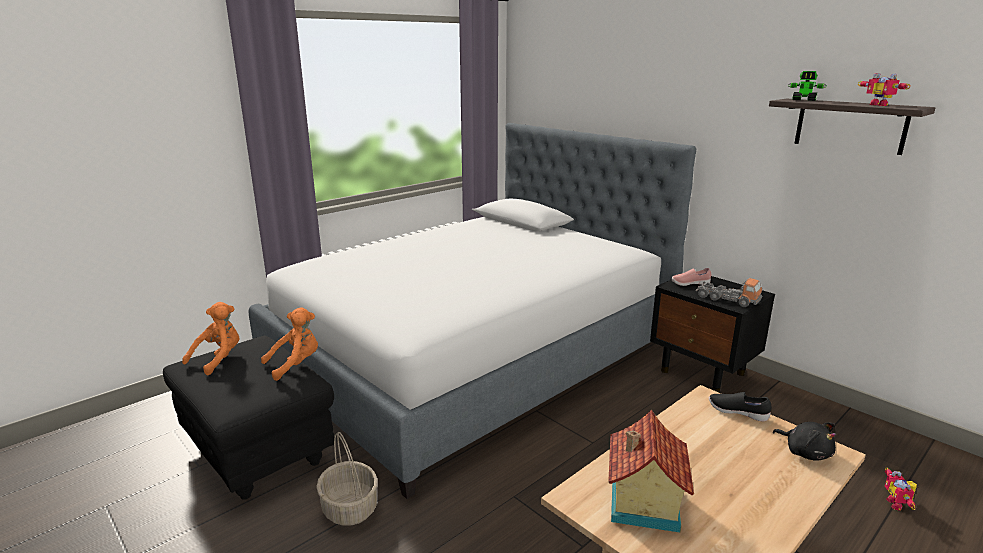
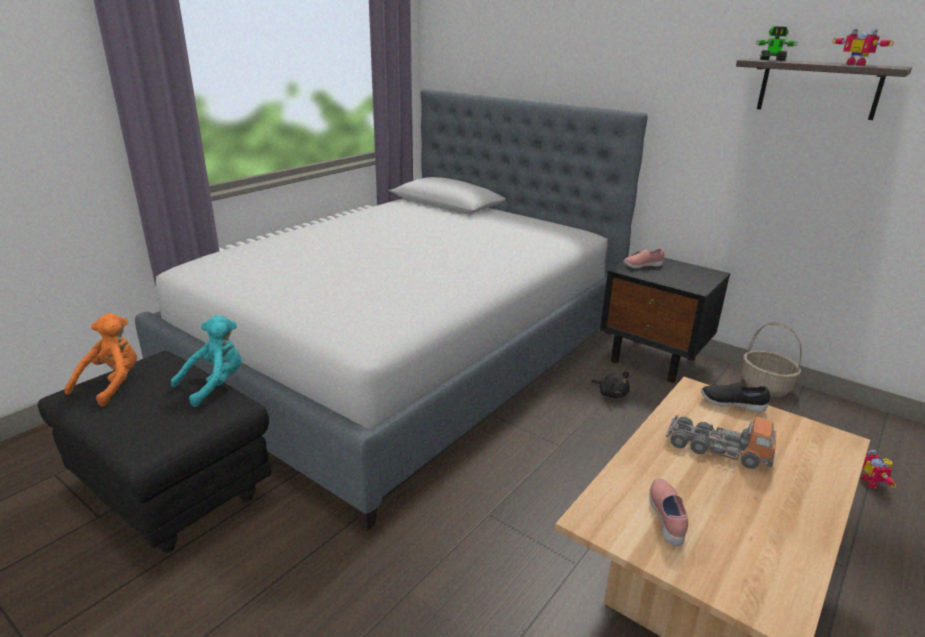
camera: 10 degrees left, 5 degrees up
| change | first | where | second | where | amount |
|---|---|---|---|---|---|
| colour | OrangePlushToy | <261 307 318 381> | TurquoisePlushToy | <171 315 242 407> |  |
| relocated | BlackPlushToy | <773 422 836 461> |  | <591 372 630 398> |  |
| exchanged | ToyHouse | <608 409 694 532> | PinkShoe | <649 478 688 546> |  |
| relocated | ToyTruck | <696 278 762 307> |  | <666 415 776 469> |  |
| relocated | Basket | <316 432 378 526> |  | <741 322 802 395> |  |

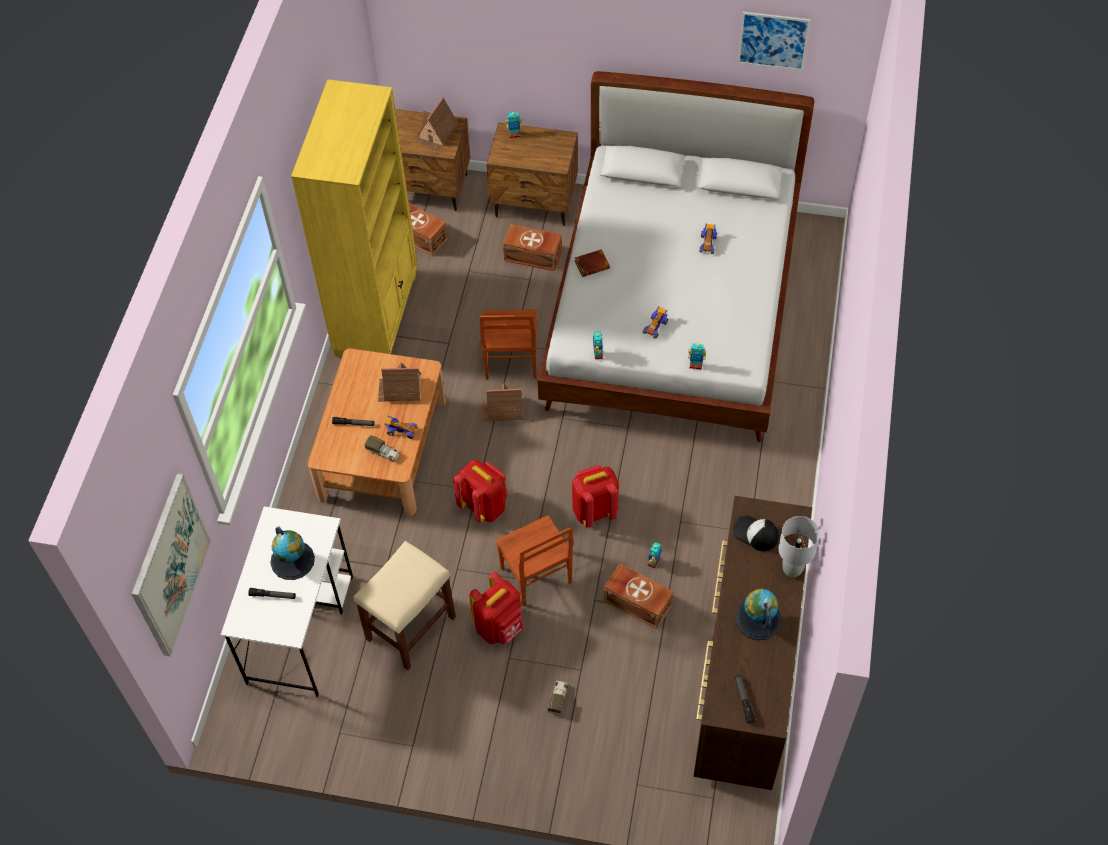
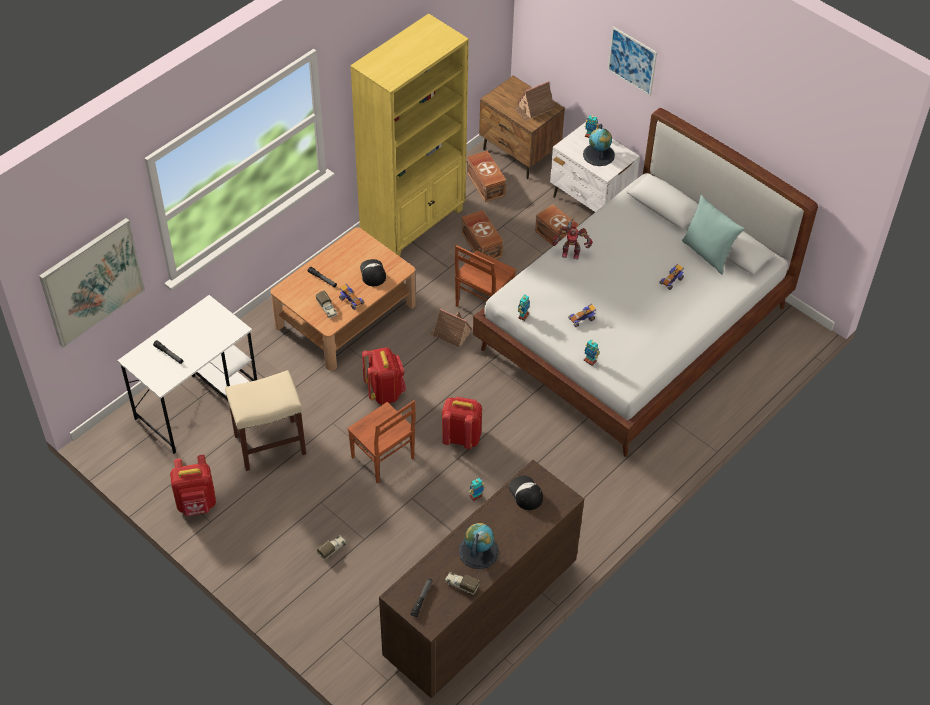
camera: 30 degrees right, 5 degrees down
| change | first | where | second | where | amount |
|---|---|---|---|---|---|
| relocated | RedBackpack | <469 572 524 644> |  | <170 455 216 516> |  |
| spun | BrownChair | <496 515 573 606> |  | <347 400 416 484> | 45 degrees counterclockwise |
| exchanged | ToyHouse | <378 362 421 402> | Cap | <360 259 386 286> |  |
| appeared |  |  | ToyTruck | <445 572 479 595> |  |
| relocated | BrownStorageBox | <604 563 674 629> |  | <461 210 503 259> |  |
| colour | BrownNightstand | <486 122 578 226> | WhiteNightstand | <550 122 640 212> |  |
| exchanged | BrownBook | <574 249 610 277> | ToyRobot | <552 217 593 259> |  |
| relocated | Globe | <270 526 315 580> |  | <583 124 615 166> |  |
| relocated | Picture | <737 12 811 71> |  | <607 26 657 96> |  |
| appeared |  |  | TurquoisePillow | <682 195 744 275> |  |
| missing | GreyTableLamp | <778 516 820 577> |  |  |  |

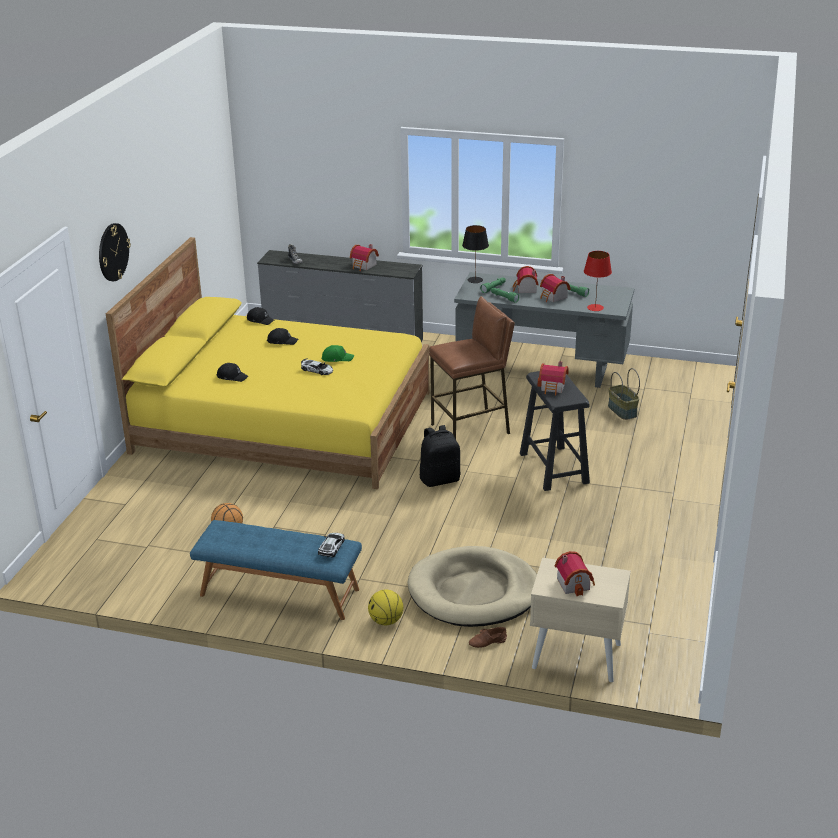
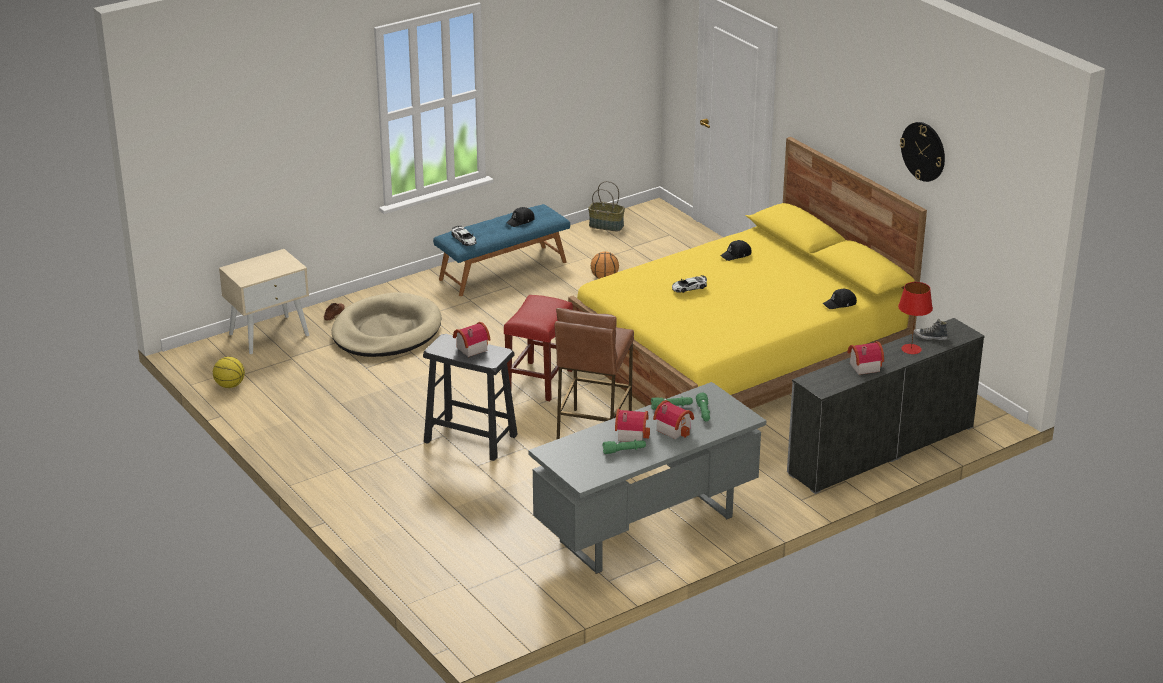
camera: 130 degrees right, 0 degrees up
| change | first | where | second | where | amount |
|---|---|---|---|---|---|
| relocated | Basketball | <368 589 404 625> |  | <213 357 245 388> |  |
| exchanged | BlackBackpack | <420 425 460 487> | RedStool | <504 295 573 401> |  |
| relocated | BlackCap | <267 328 298 345> |  | <506 207 535 227> |  |
| relocated | Basket | <608 368 640 420> |  | <588 181 625 231> |  |
| relocated | RedTableLamp | <584 251 612 311> |  | <898 282 933 354> |  |
| relocated | WallClock | <99 223 131 281> |  | <900 122 945 182> |  |
| missing | GreenCap | <322 345 354 362> |  |  |  |
| missing | BlackTableLamp | <462 225 489 283> |  |  |  |
| missing | ToyHouse | <555 551 595 596> |  |  |  |

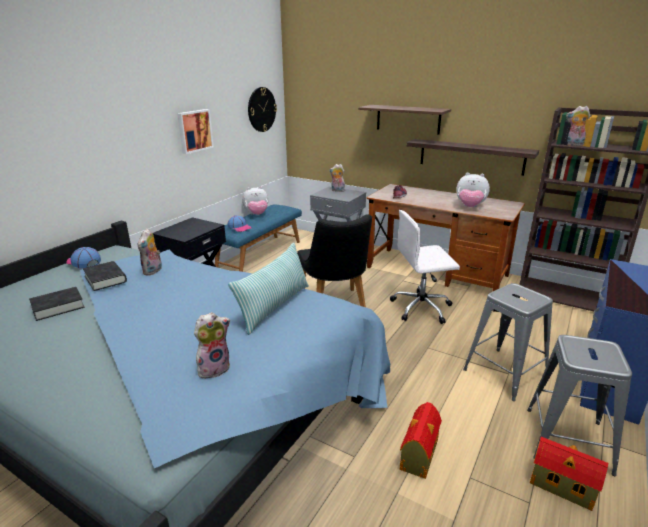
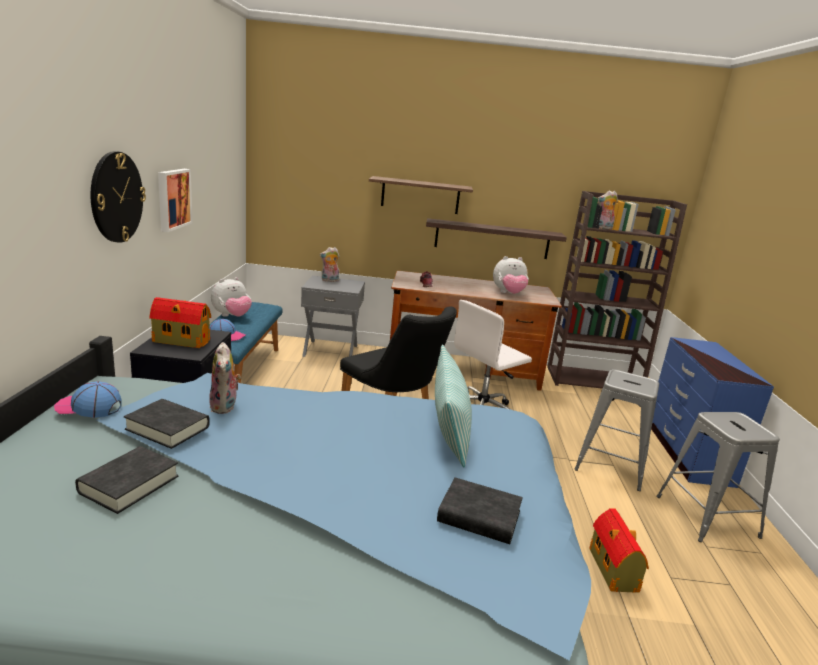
camera: 30 degrees left, 5 degrees down
| change | first | where | second | where | amount |
|---|---|---|---|---|---|
| relocated | WallClock | <248 87 277 132> |  | <91 151 146 243> |  |
| relocated | ToyHouse | <530 437 608 511> |  | <149 297 211 348> |  |
| exchanged | PlushToy | <194 312 230 378> | BlackBook | <437 477 523 544> |  |

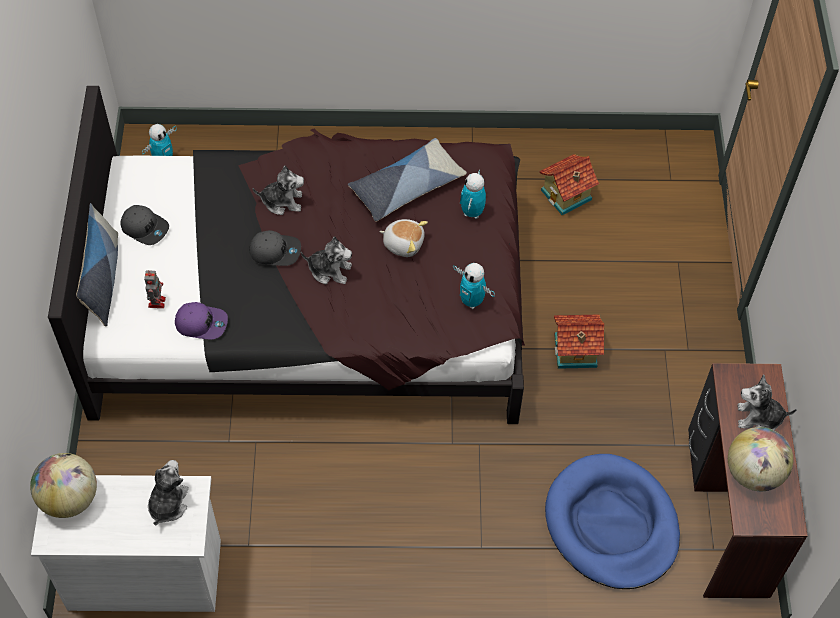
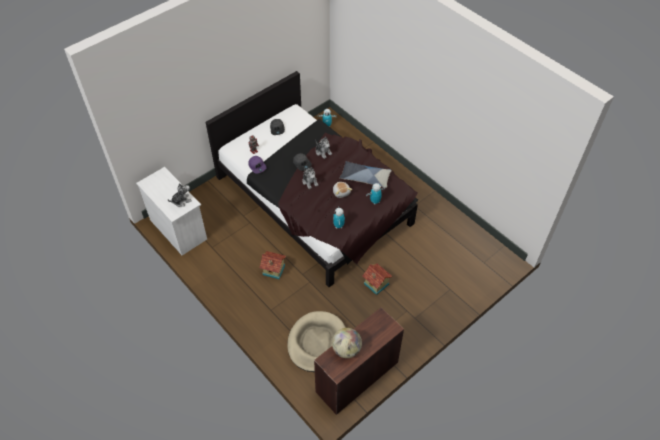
camera: 50 degrees right, 5 degrees down
| change | first | where | second | where | amount |
|---|---|---|---|---|---|
| relocated | ToyHouse | <539 154 599 215> |  | <260 251 286 279> |  |
| colour | BlueDogBed | <545 454 680 589> | BeigeDogBed | <287 311 346 372> |  |
| missing | Globe | <30 453 97 518> |  |  |  |
| missing | Pillow | <76 203 118 327> |  |  |  |
| missing | PlushToy | <737 374 797 430> |  |  |  |

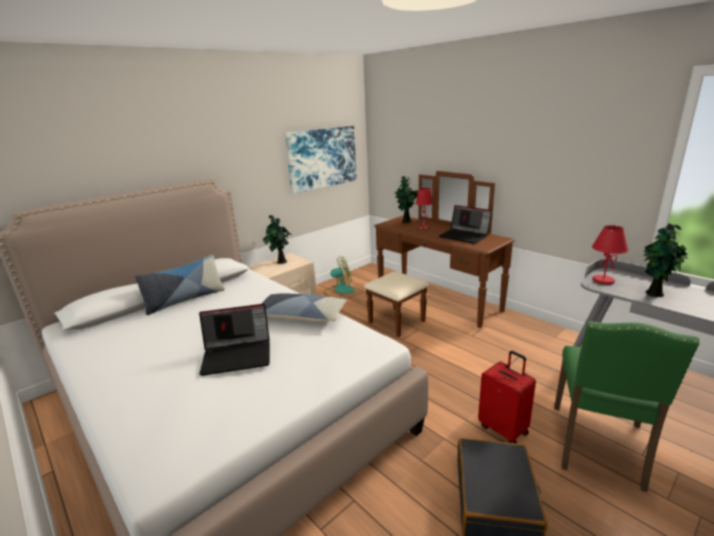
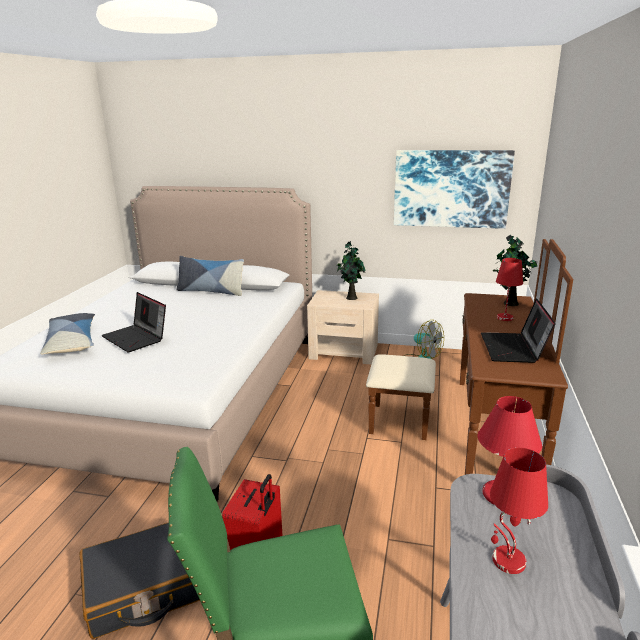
camera: 55 degrees right, 0 degrees up
| change | first | where | second | where | amount |
|---|---|---|---|---|---|
| relocated | Pillow | <262 293 347 321> |  | <40 313 95 354> |  |
| exchanged | PottedPlant | <643 223 689 297> | RedTableLamp | <490 448 548 574> |  |

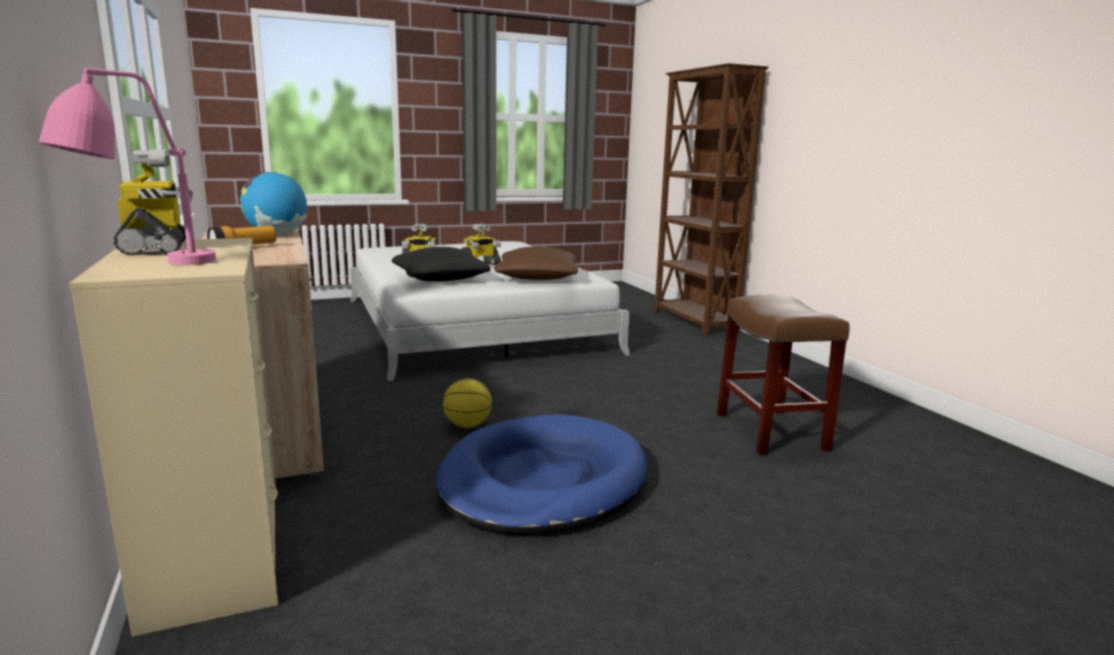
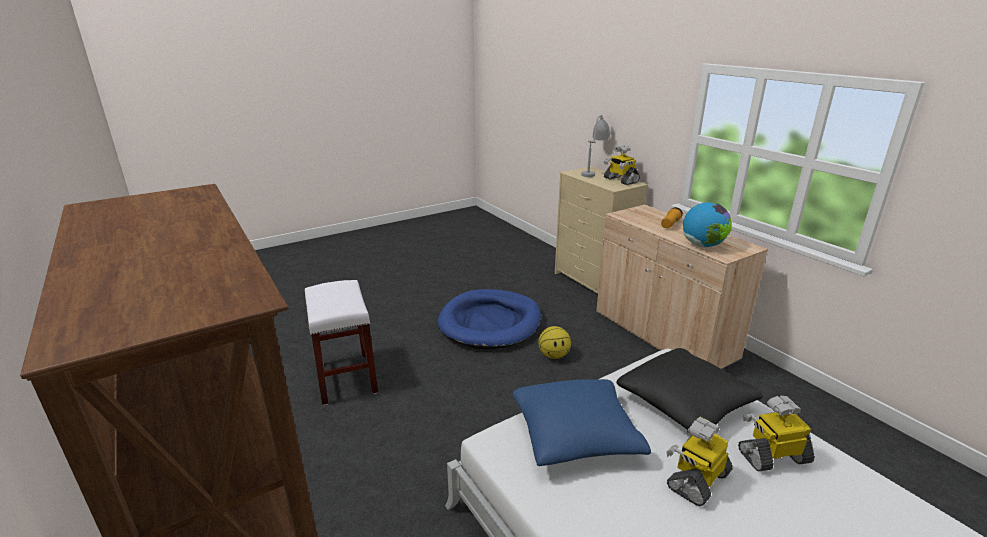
camera: 170 degrees right, 10 degrees up
| change | first | where | second | where | amount |
|---|---|---|---|---|---|
| colour | BrownStool | <717 295 850 456> | WhiteStool | <305 280 378 406> |  |
| colour | BrownPillow | <494 246 578 280> | BluePillow | <513 379 651 466> |  |
| colour | PinkTableLamp | <39 67 216 265> | GreyTableLamp | <581 115 610 177> |  |

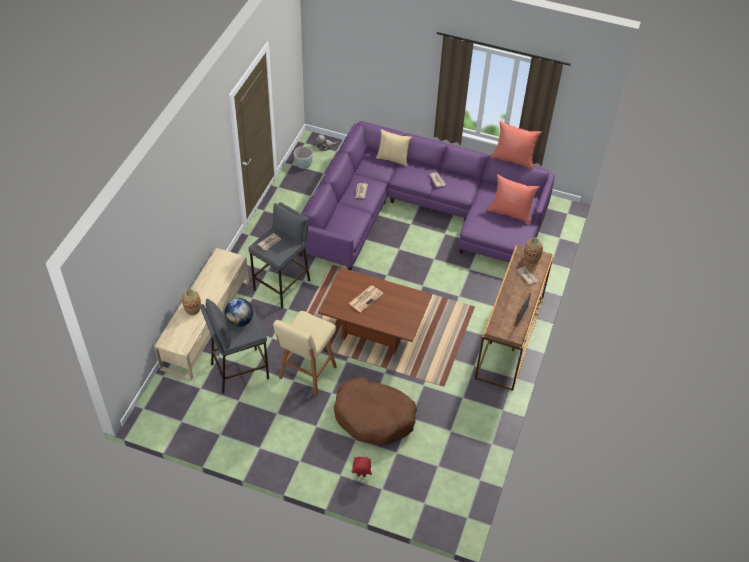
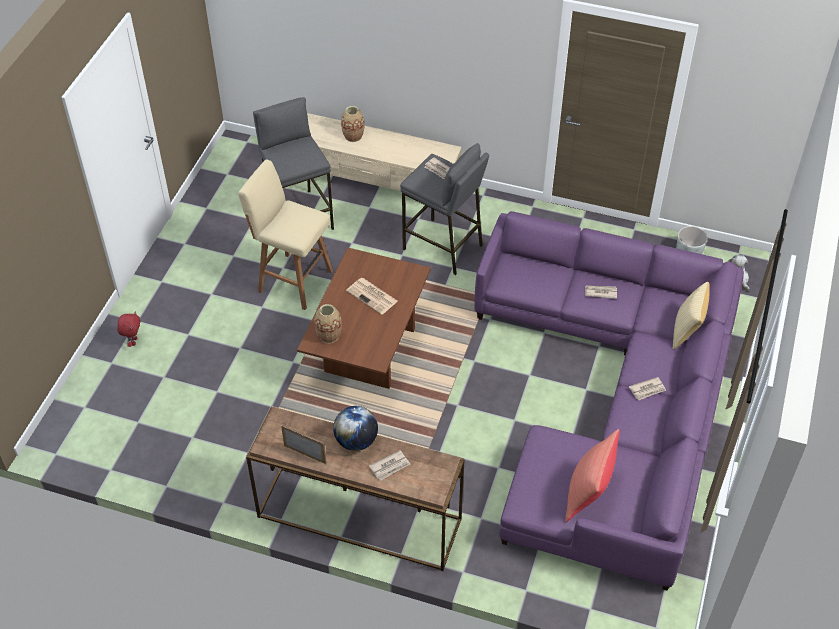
camera: 90 degrees right, 0 degrees up
| change | first | where | second | where | amount |
|---|---|---|---|---|---|
| relocated | Vase | <524 238 543 265> |  | <314 304 342 343> |  |
| relocated | Globe | <225 298 253 327> |  | <333 406 378 451> |  |
| missing | BrownDogBed | <334 377 417 445> |  |  |  |
| missing | RedPillow | <490 121 542 169> |  |  |  |

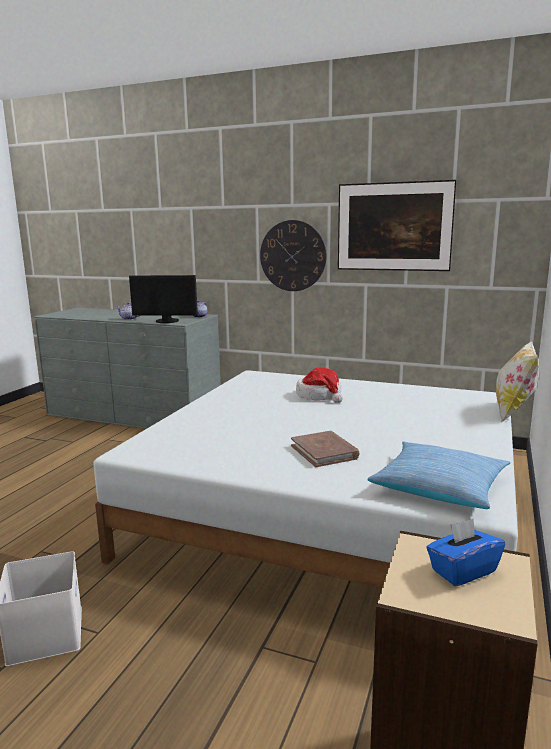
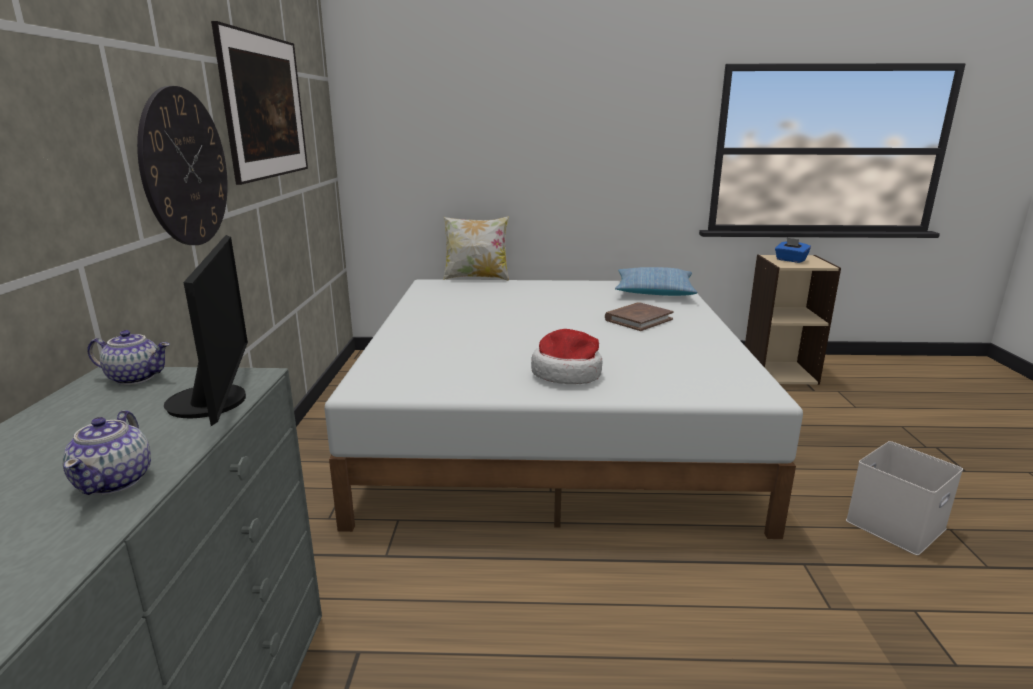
camera: 110 degrees left, 5 degrees up
| change | first | where | second | where | amount |
|---|---|---|---|---|---|
| relocated | Hat | <296 368 343 403> |  | <531 329 603 384> |  |

